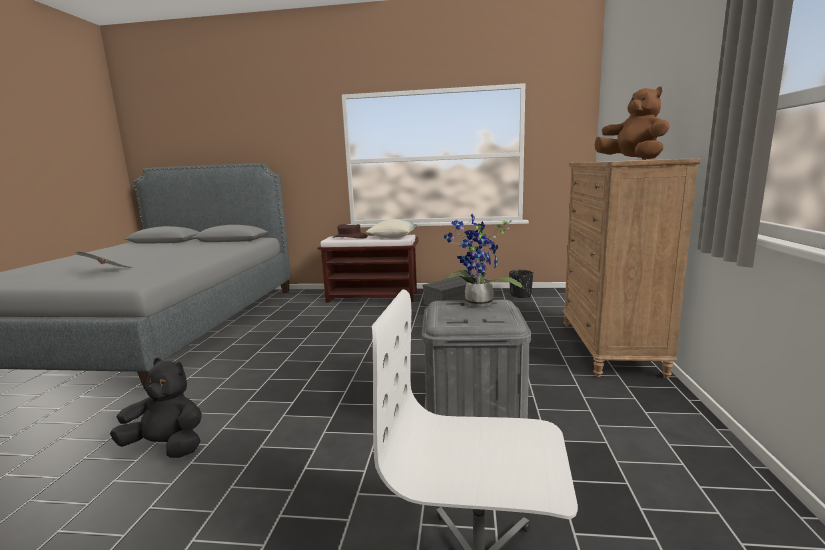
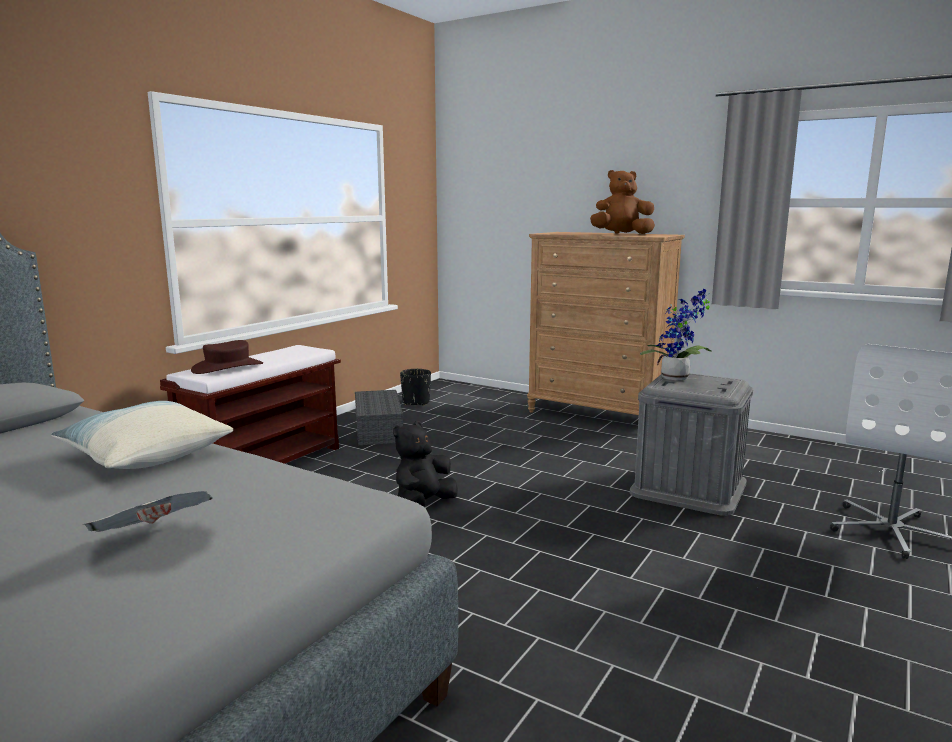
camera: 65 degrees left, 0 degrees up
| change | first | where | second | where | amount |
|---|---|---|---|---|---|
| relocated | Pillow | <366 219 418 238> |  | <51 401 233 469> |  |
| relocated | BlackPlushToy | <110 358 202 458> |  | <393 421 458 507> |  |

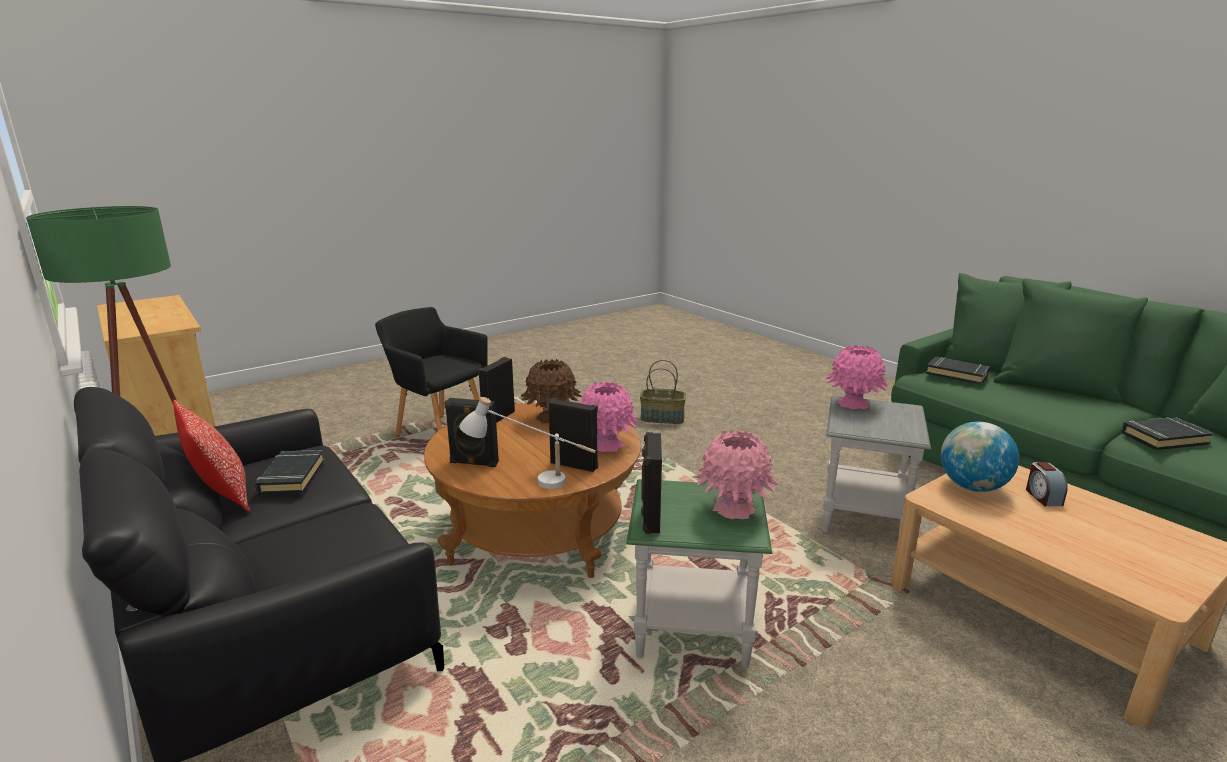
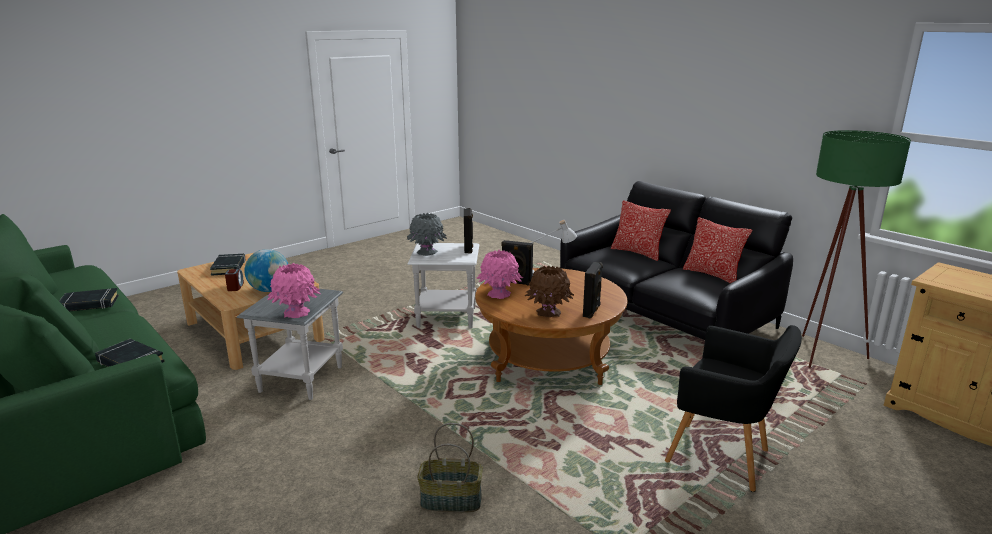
camera: 175 degrees right, 0 degrees up
| change | first | where | second | where | amount |
|---|---|---|---|---|---|
| relocated | BlackBook | <255 450 325 495> |  | <210 254 246 276> |  |
| colour | PinkVase | <694 430 779 520> | GreyVase | <407 213 447 256> |  |
| colour | GreenSideTable | <626 479 772 668> | WhiteSideTable | <408 243 479 328> |  |
| appeared |  |  | Pillow | <611 200 671 261> |  |
| missing | BlackSpeaker | <444 398 499 467> |  |  |  |

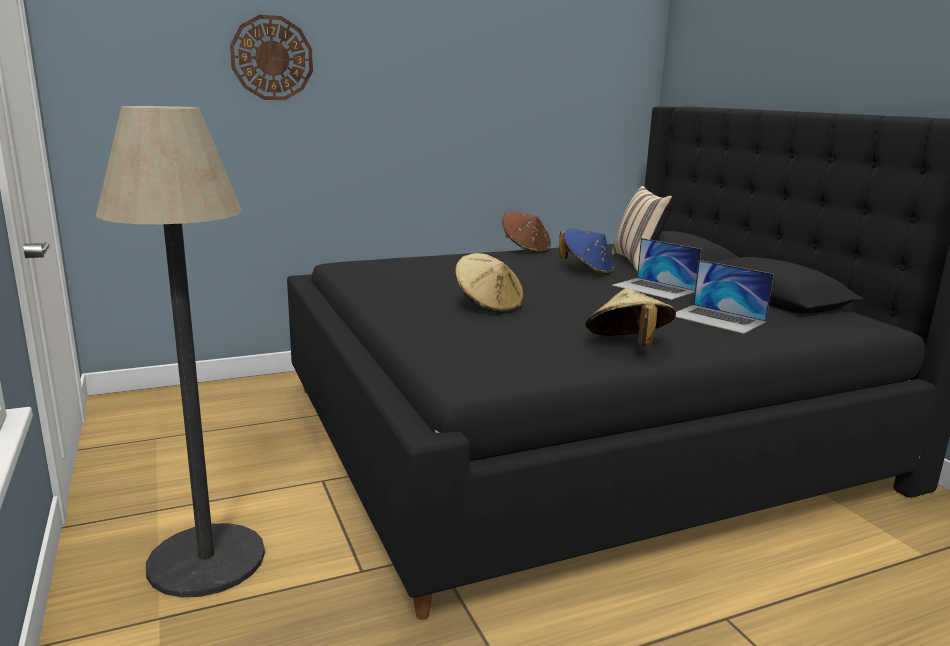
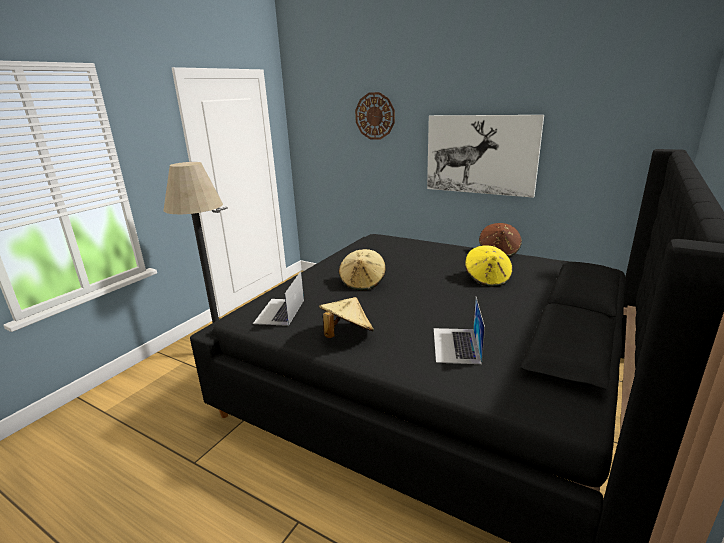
camera: 55 degrees right, 5 degrees up
| change | first | where | second | where | amount |
|---|---|---|---|---|---|
| relocated | Laptop | <612 238 701 300> |  | <253 271 304 326> |  |
| appeared |  |  | Picture | <427 115 544 198> |  |
| colour | BlueHat | <559 228 614 275> | YellowHat | <465 245 513 287> |  |
| missing | BeigePillow | <612 186 673 272> |  |  |  |

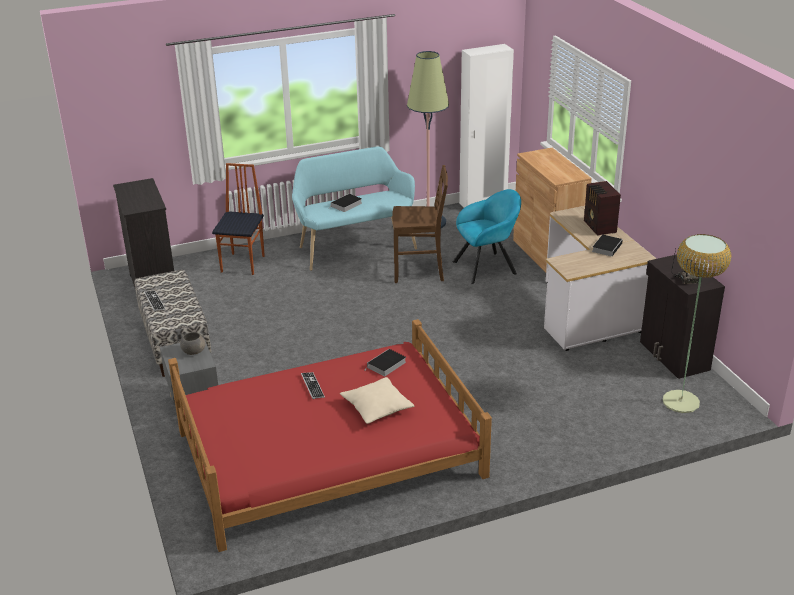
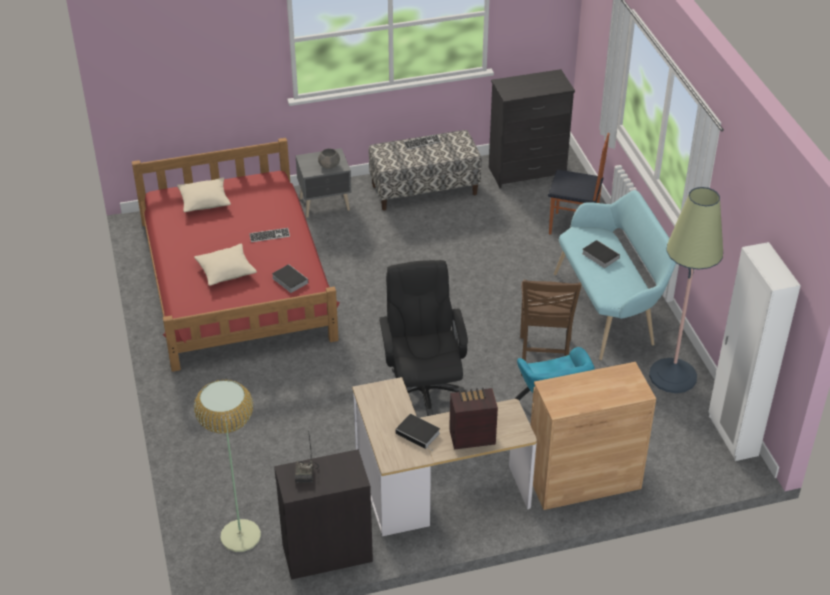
camera: 95 degrees right, 10 degrees up
| change | first | where | second | where | amount |
|---|---|---|---|---|---|
| appeared |  |  | BeigePillow | <177 177 231 212> |  |
| appeared |  |  | BlackOfficeChair | <379 260 468 416> |  |

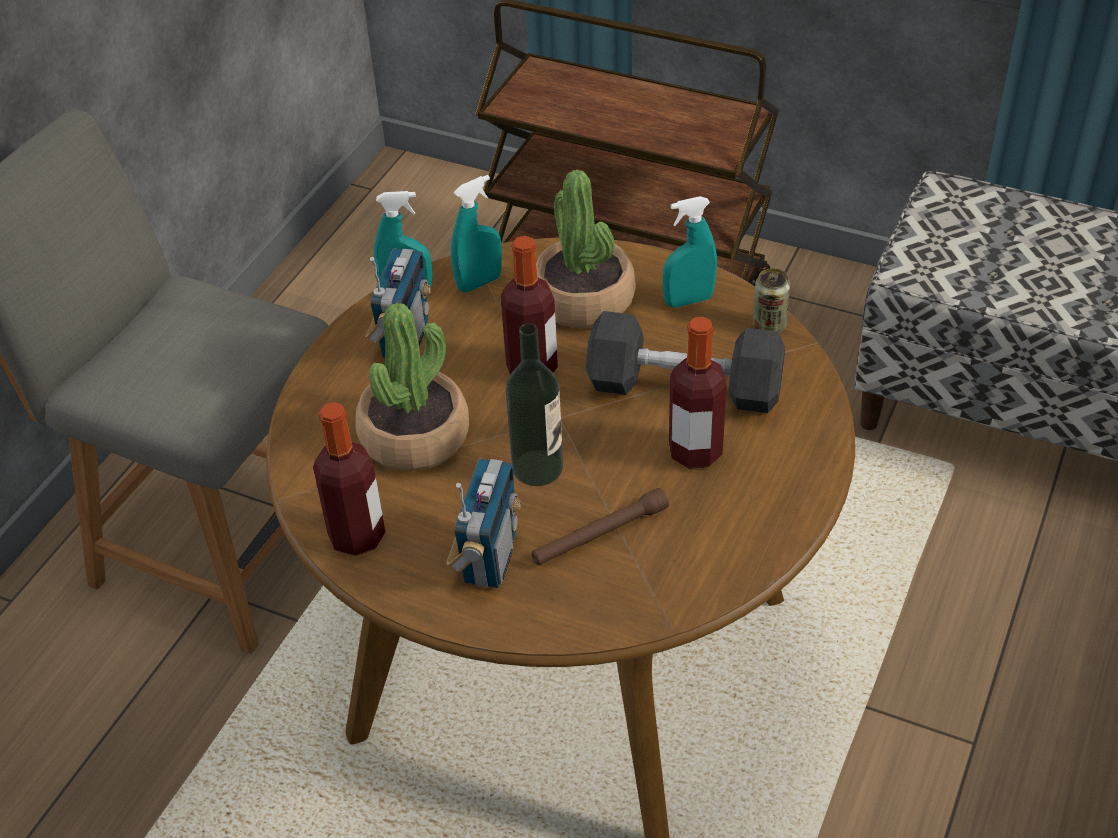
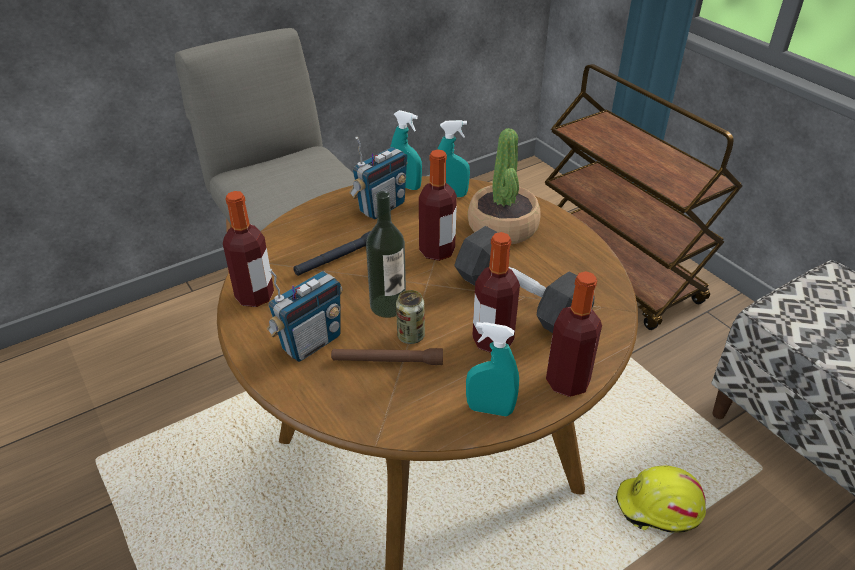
camera: 30 degrees right, 5 degrees down
| change | first | where | second | where | amount |
|---|---|---|---|---|---|
| exchanged | PottedPlant | <355 303 469 471> | BlackFlashlight | <293 231 371 276> |  |
| relocated | Can | <753 268 790 333> |  | <396 290 425 344> |  |
| relocated | TurquoiseSprayBottle | <663 196 717 308> |  | <466 322 519 416> |  |
| appeared |  |  | Bottle | <546 271 602 397> |  |
| appeared |  |  | YellowHardHat | <616 466 706 533> |  |

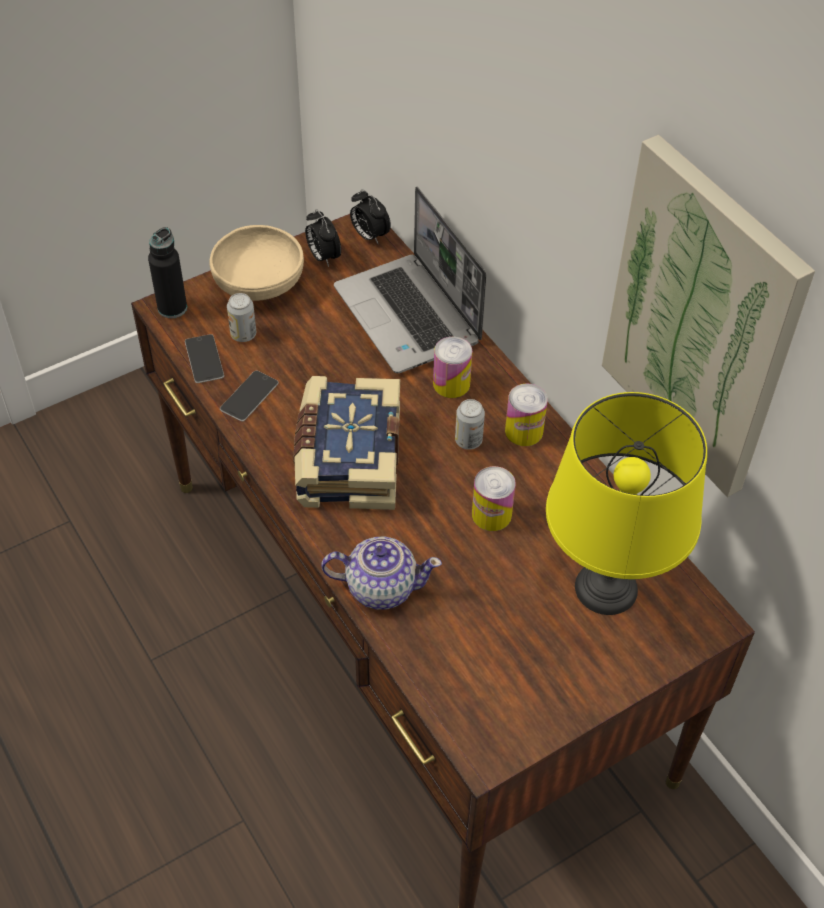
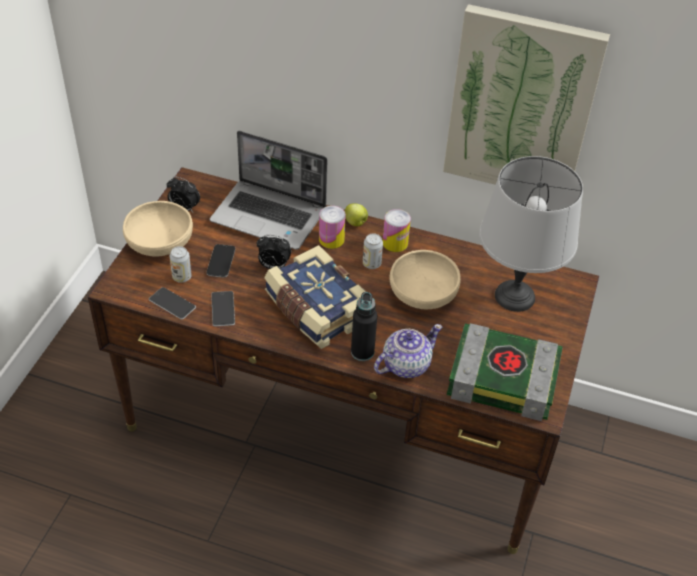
camera: 40 degrees left, 5 degrees down
| change | first | where | second | where | amount |
|---|---|---|---|---|---|
| appeared |  |  | Phone | <206 244 235 278> |  |
| relocated | AlarmClock | <350 189 391 244> |  | <257 235 291 269> |  |
| appeared |  |  | Apple | <344 203 368 226> |  |
| relocated | BlackBottle | <148 227 187 318> |  | <351 292 377 361> |  |
| exchanged | Can | <472 466 516 531> | BeigeBowl | <390 250 461 309> |  |
| appeared |  |  | Book | <447 323 563 421> |  |
| colour | YellowTableLamp | <546 392 707 615> | GreyTableLamp | <479 156 583 312> |  |

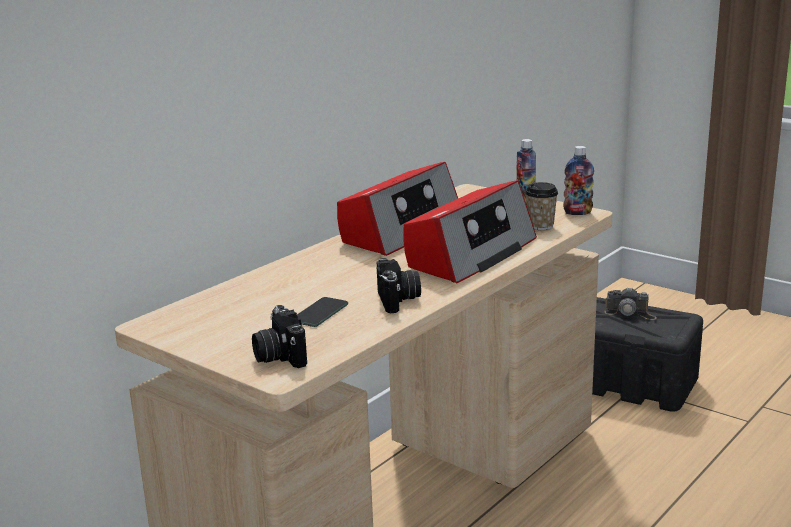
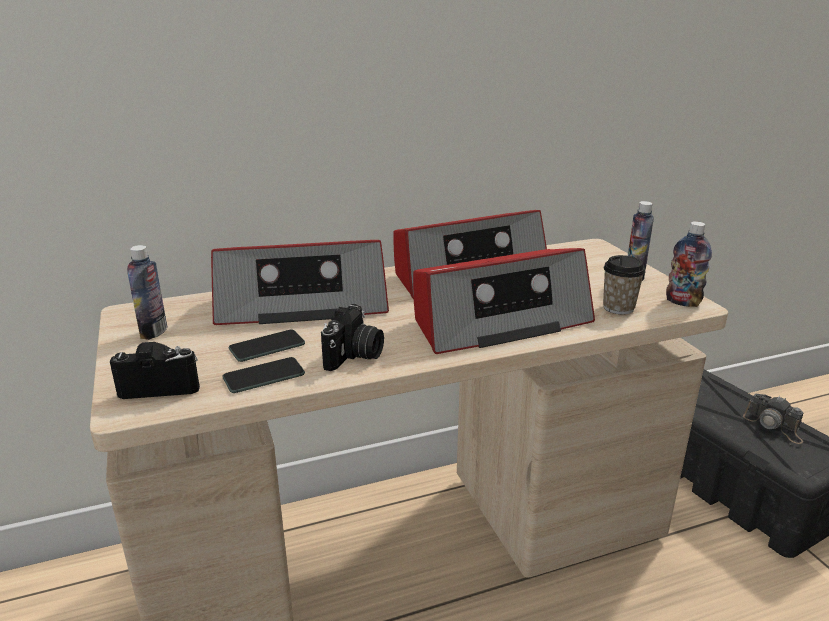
camera: 30 degrees right, 5 degrees up
| change | first | where | second | where | amount |
|---|---|---|---|---|---|
| spun | PhotoCamera | <252 305 307 368> |  | <110 342 200 399> | 75 degrees clockwise |
| appeared |  |  | Bottle | <127 245 167 340> |  |
| appeared |  |  | Radio | <211 240 389 325> |  |
| appeared |  |  | Phone | <222 357 305 393> |  |

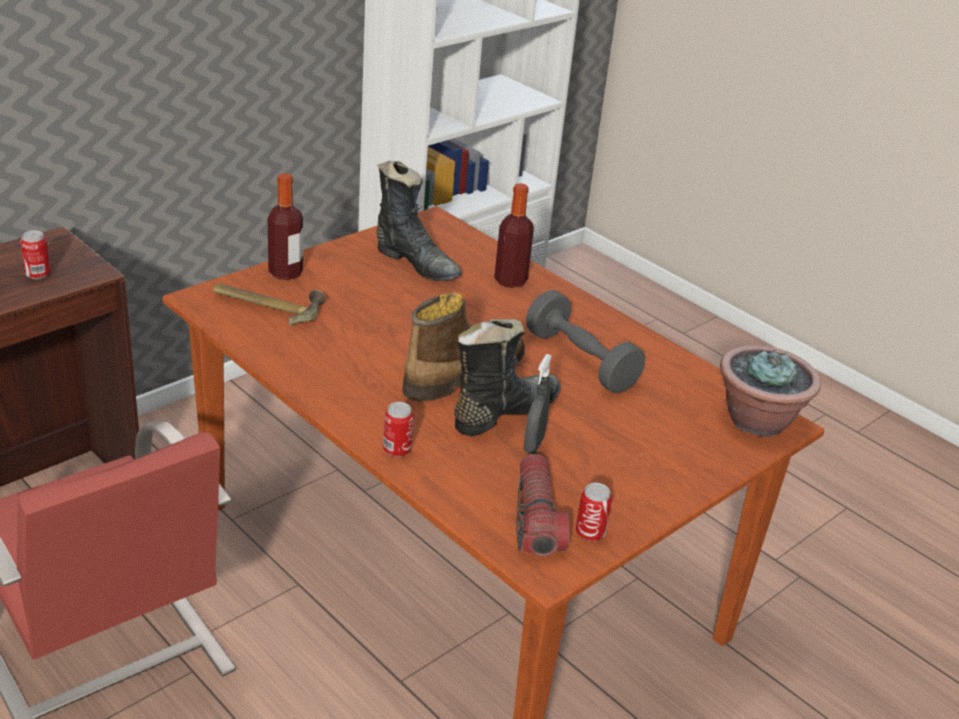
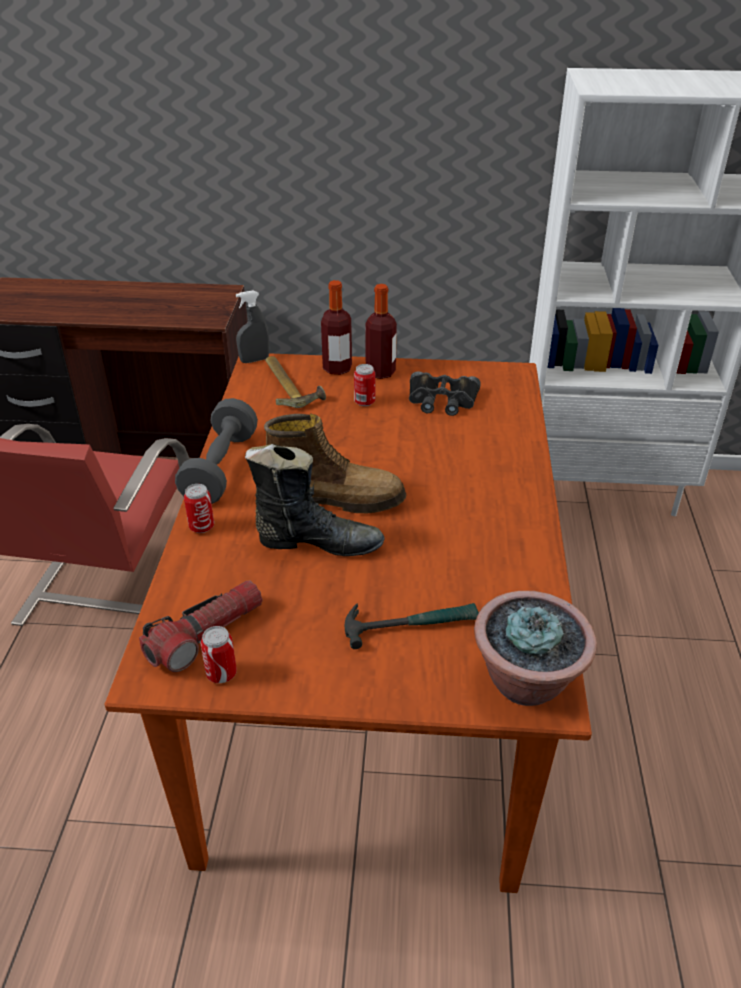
camera: 50 degrees right, 5 degrees up
| change | first | where | second | where | amount |
|---|---|---|---|---|---|
| relocated | GreyDumbbell | <526 290 645 393> |  | <175 398 258 504> |  |
| relocated | GreySprayBottle | <523 354 552 454> |  | <236 290 269 363> |  |
| appeared |  |  | Hammer | <345 603 479 649> |  |
| relocated | Can | <20 230 51 279> |  | <354 364 375 406> |  |
| relocated | Bottle | <494 183 534 288> |  | <365 284 397 379> |  |
| exchanged | BlackBoot | <376 161 462 281> | BlackBinoculars | <409 371 481 416> |  |

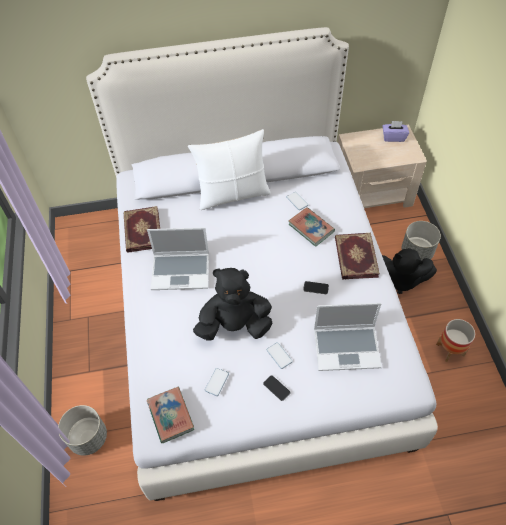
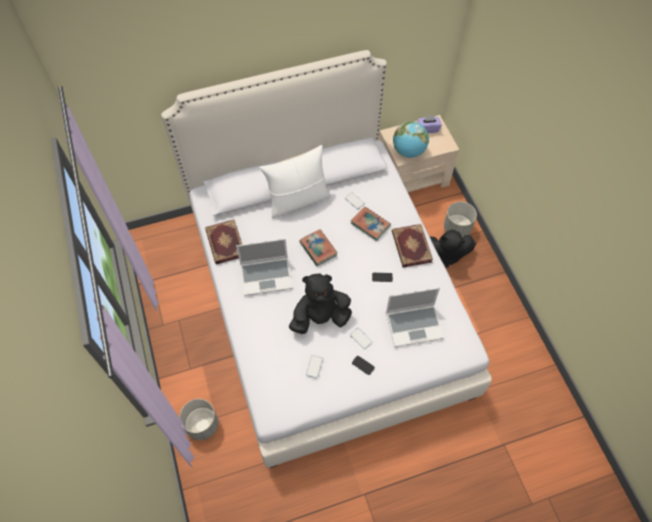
camera: 10 degrees left, 5 degrees up
| change | first | where | second | where | amount |
|---|---|---|---|---|---|
| relocated | Book | <147 387 194 443> |  | <299 229 338 266> |  |
| appeared |  |  | Globe | <393 121 429 158> |  |
| missing | Planter | <436 319 475 362> |  |  |  |

